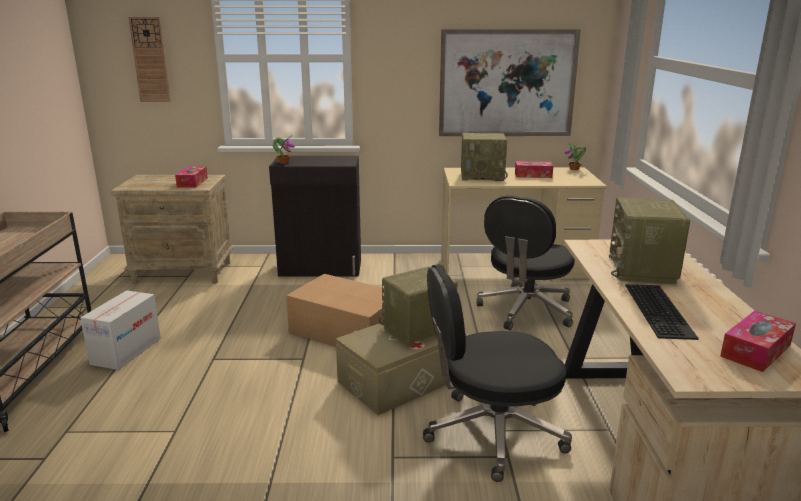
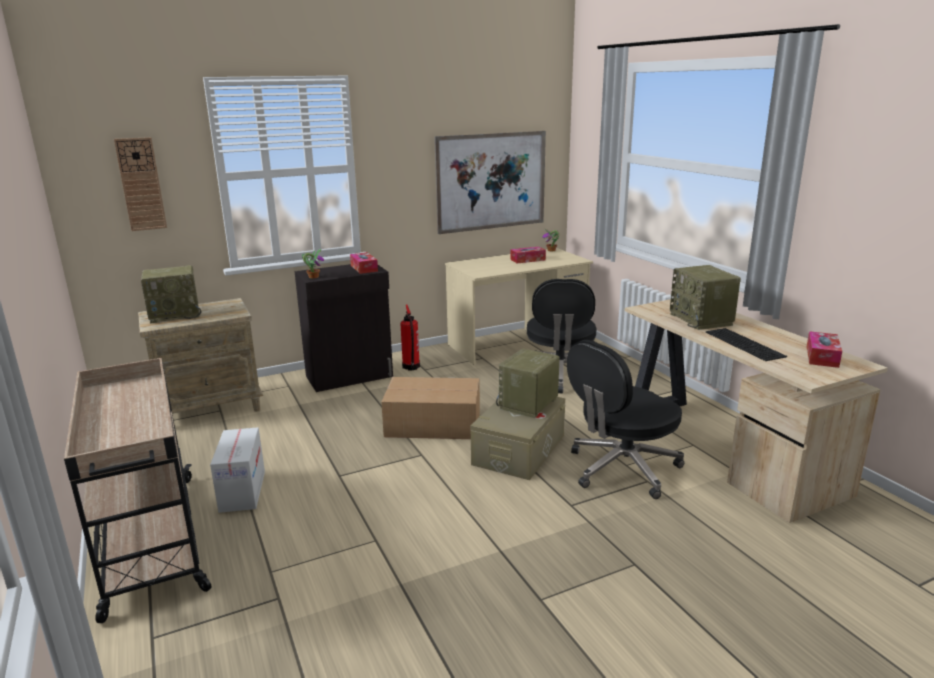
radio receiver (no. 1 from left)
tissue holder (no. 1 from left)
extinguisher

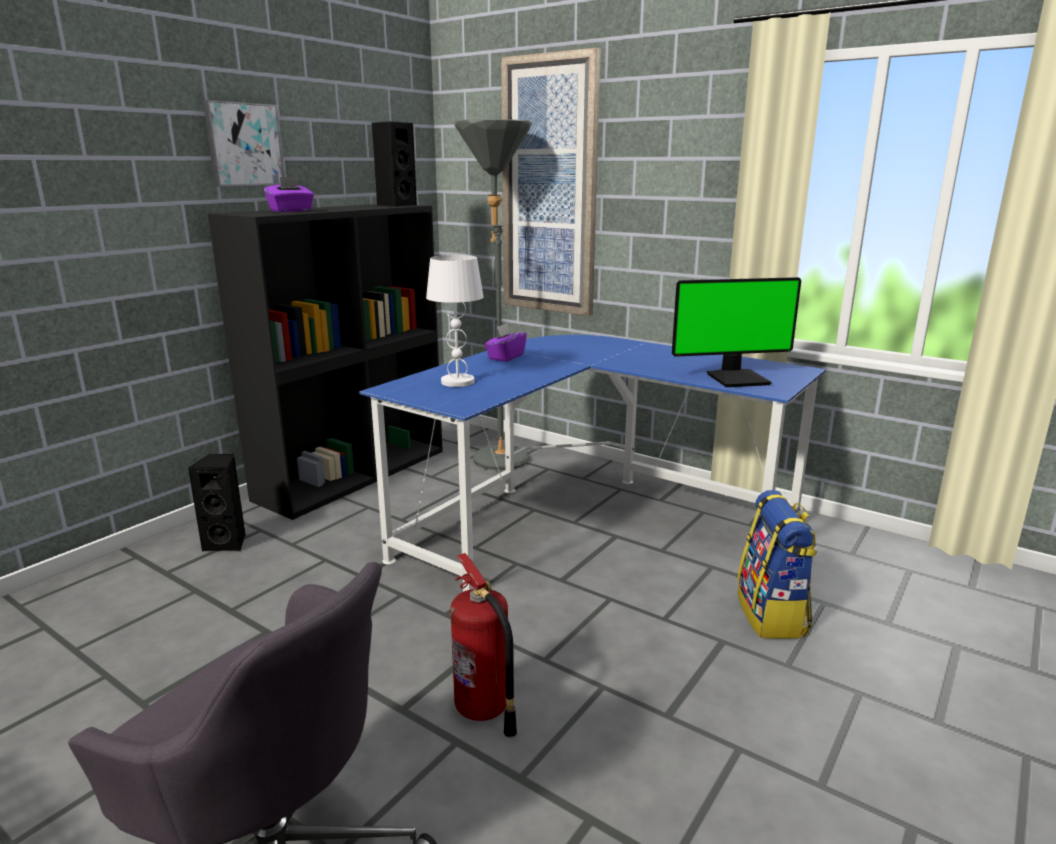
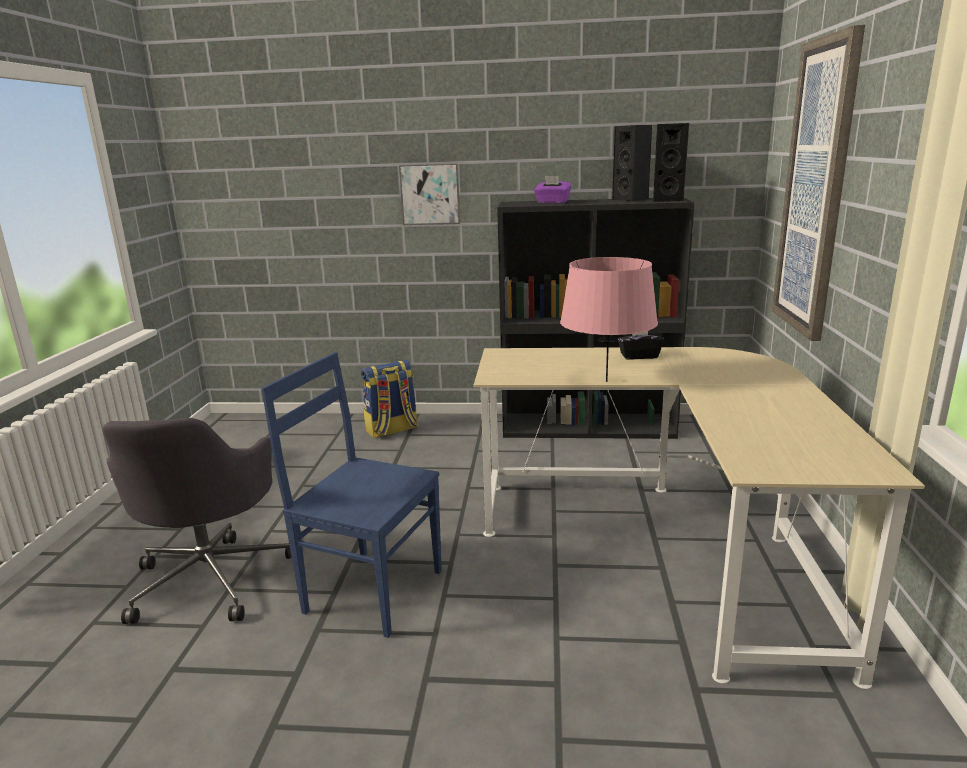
blue-coloured upright chair
rucksack
picture (no. 1 from left)
beige desk table
pinkish lamp for a table
blackish speaker (no. 1 from left)
blackish tissue holder
white lamp for a table
gray standing lamp
monitor

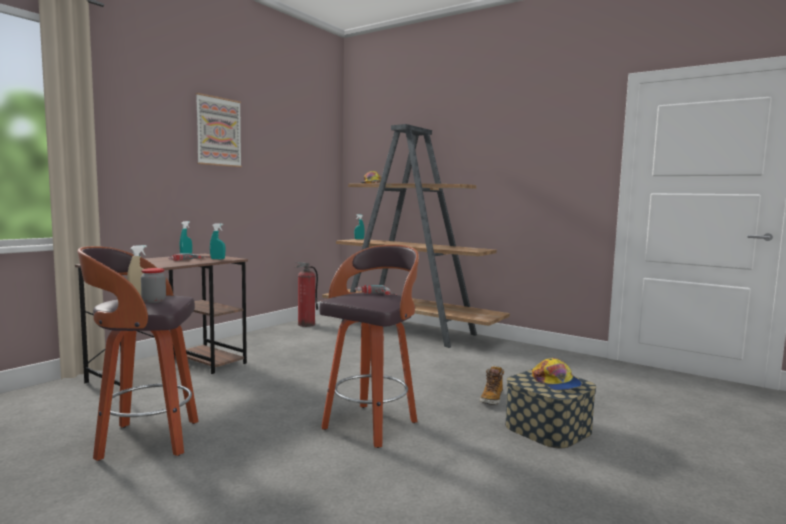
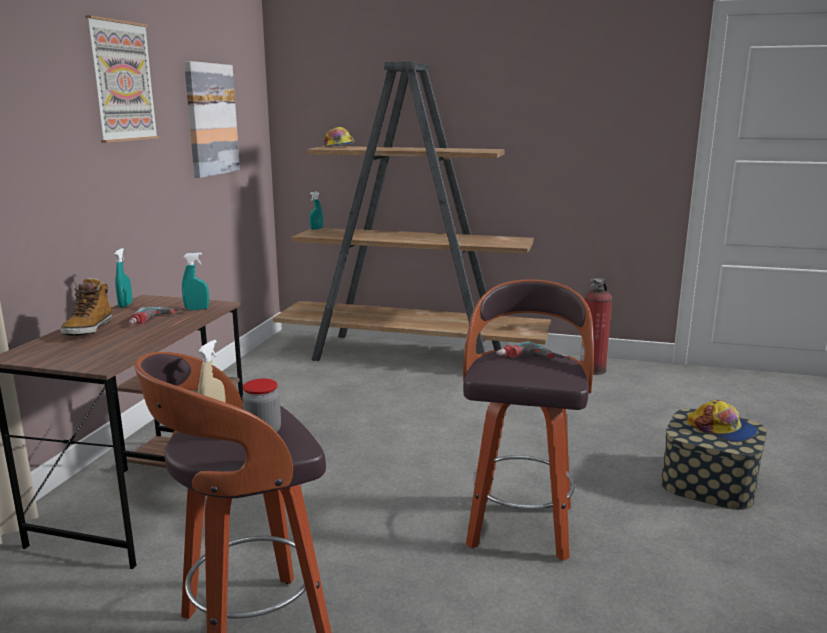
tall boot
picture (no. 2 from left)
extinguisher

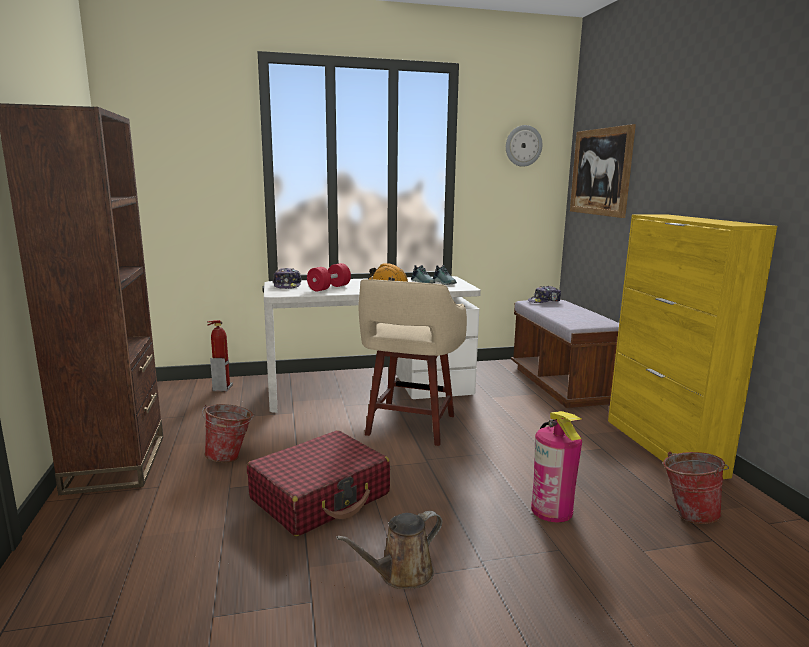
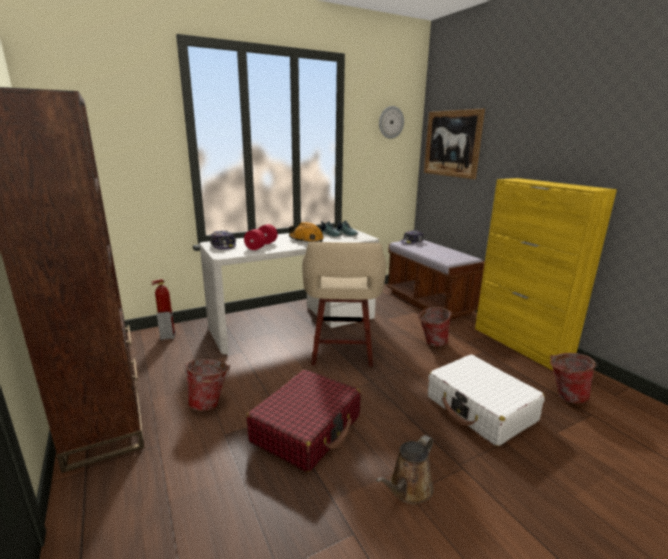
pail (no. 2 from left)
white suitcase

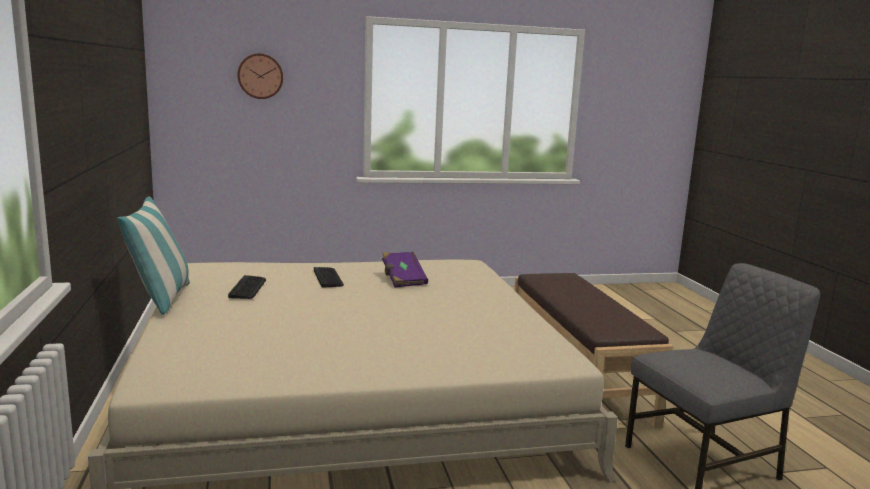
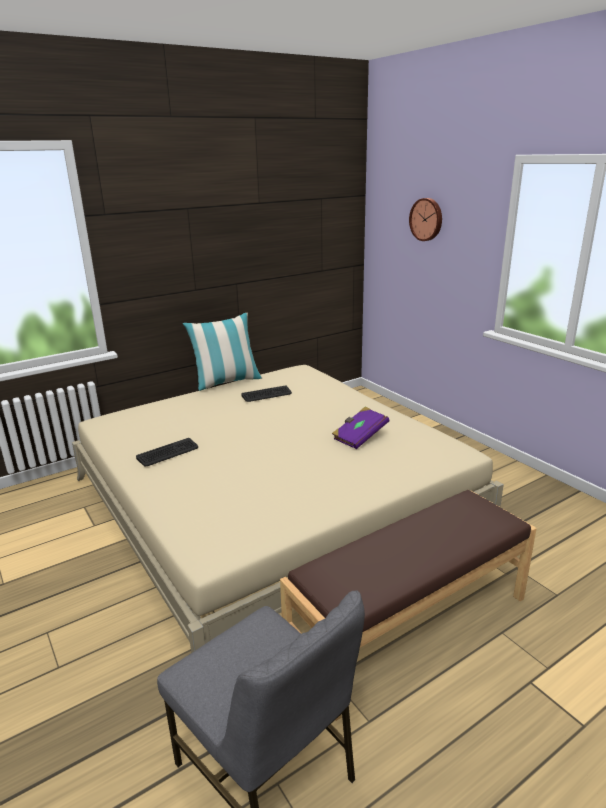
keyboard (no. 1 from left)

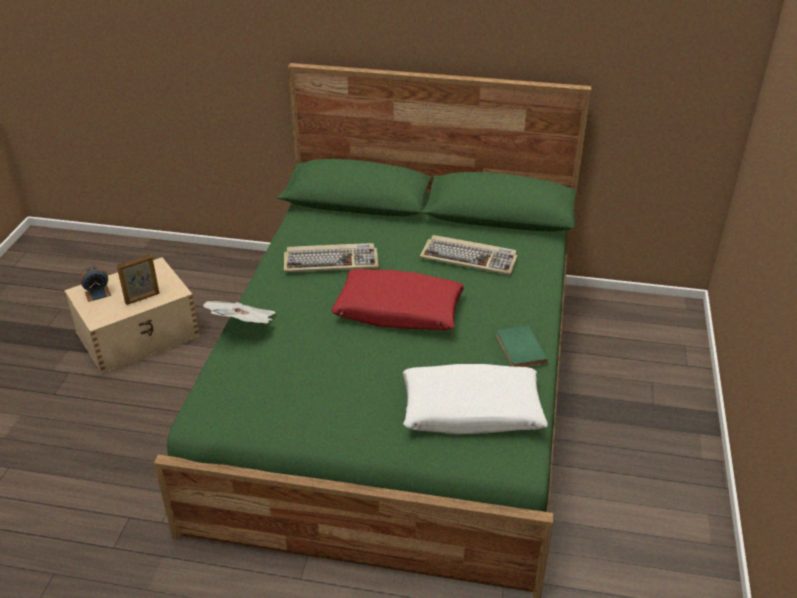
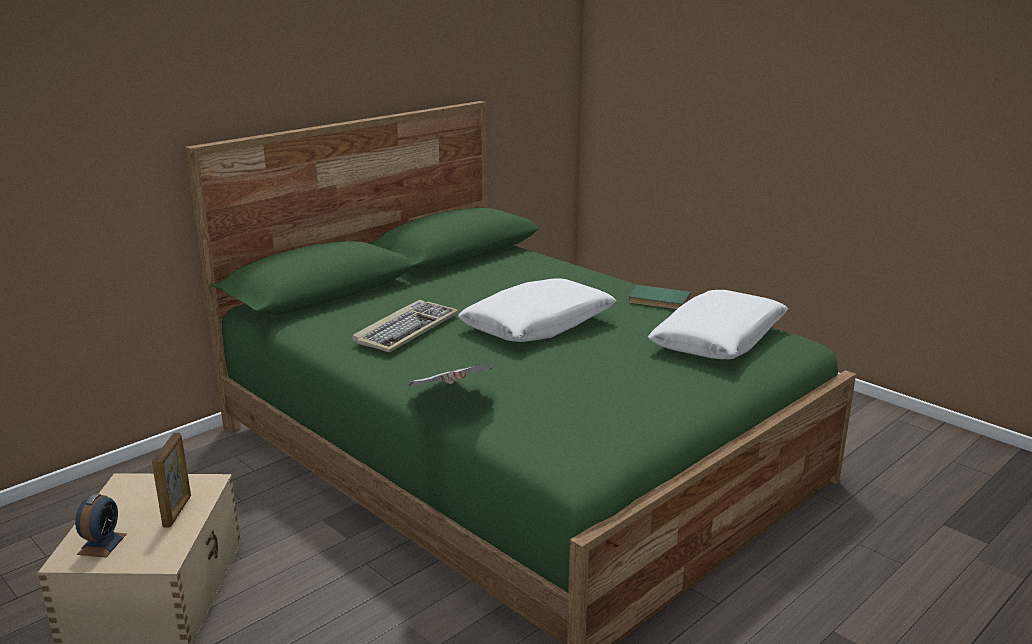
white pillow (no. 1 from left)
keyboard (no. 2 from left in the first image)

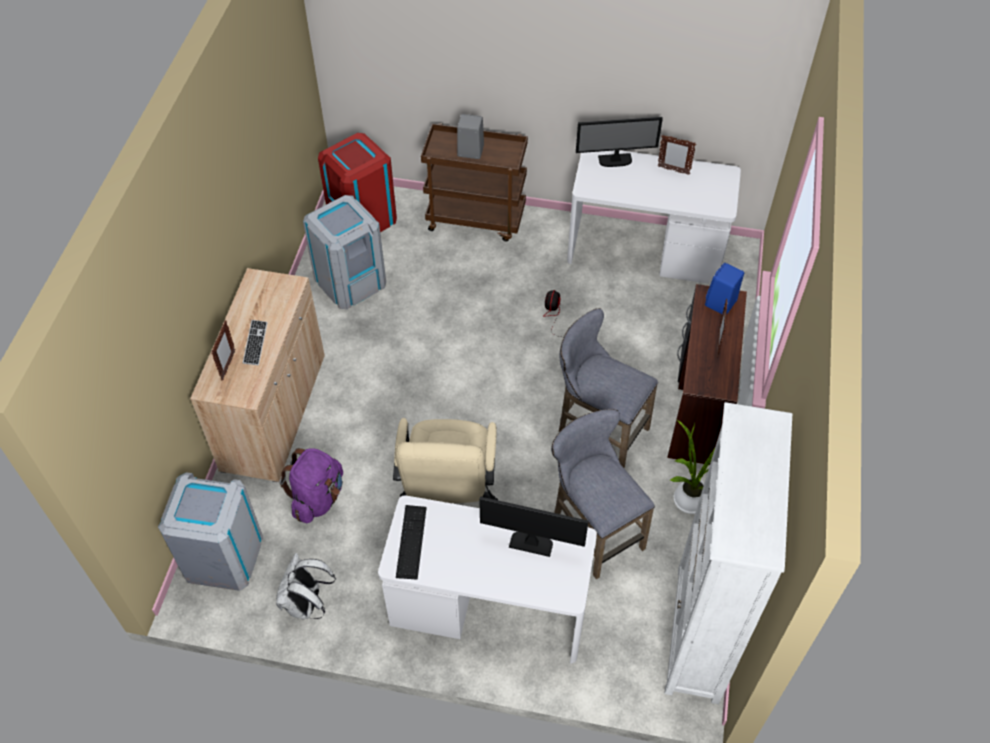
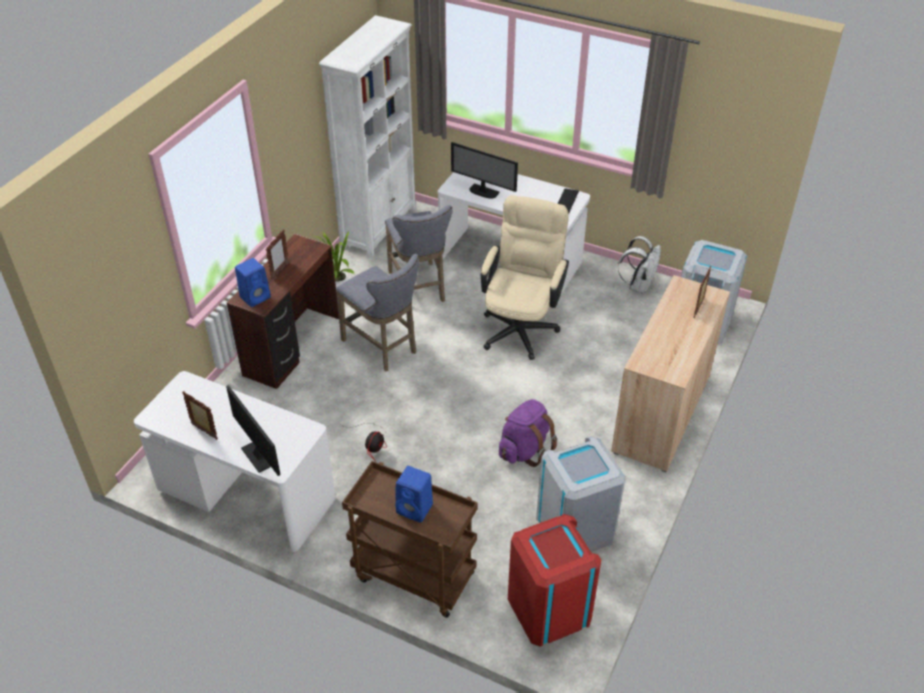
monitor (no. 1 from left)
blue-coloured speaker (no. 2 from left)
purple rucksack
keyboard (no. 1 from left in the first image)

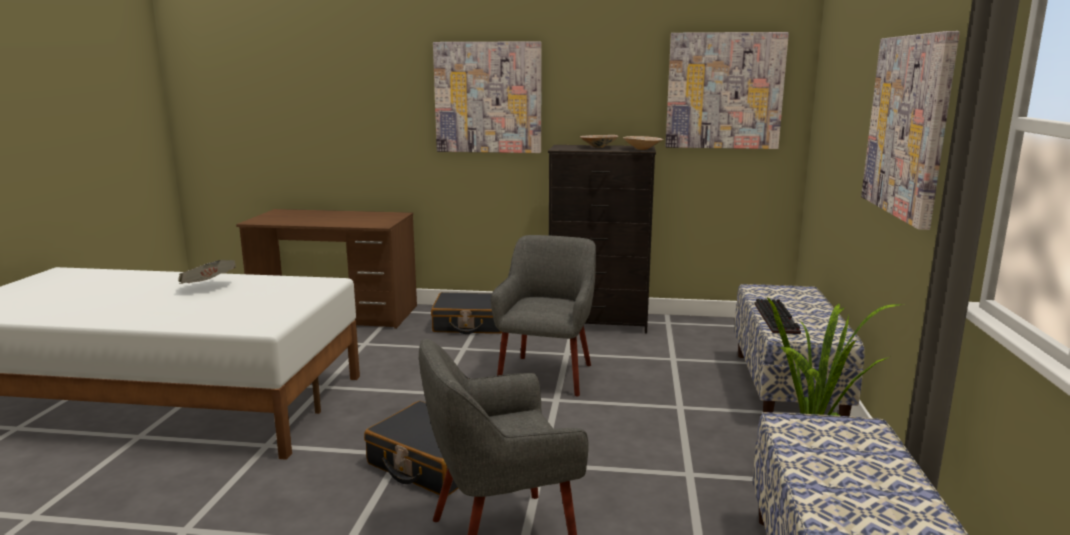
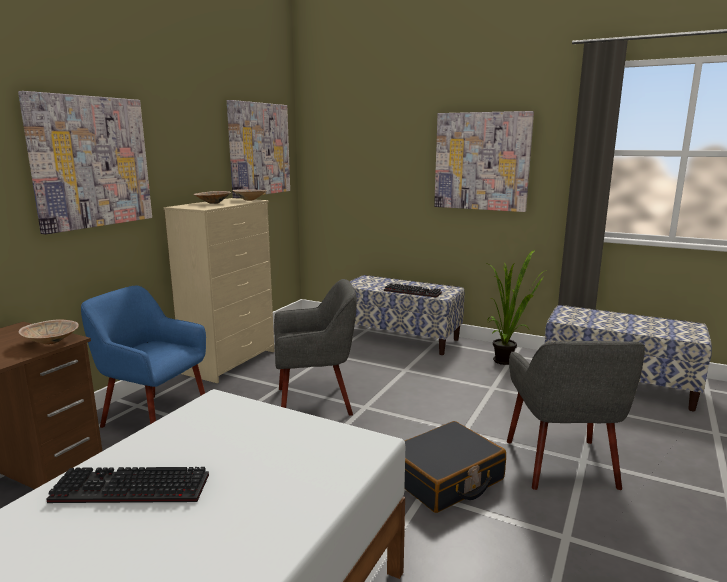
beige deep dish (no. 1 from left)
keyboard (no. 1 from left)
blue-coloured lounge chair
beige dresser
gray lounge chair (no. 1 from left)

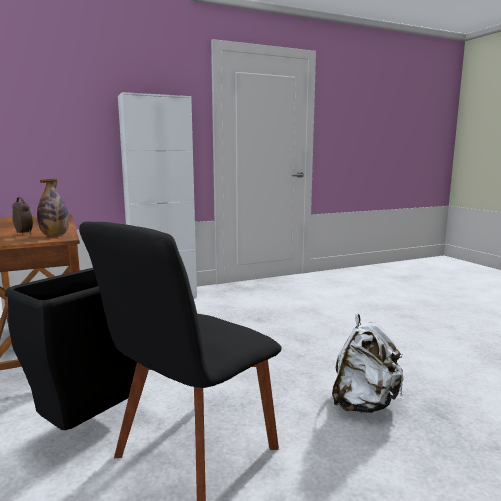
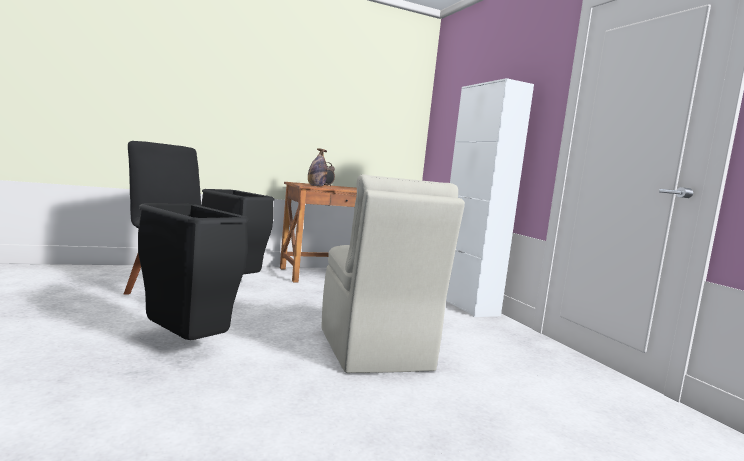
blackish waste bin (no. 1 from left)
beige upright chair

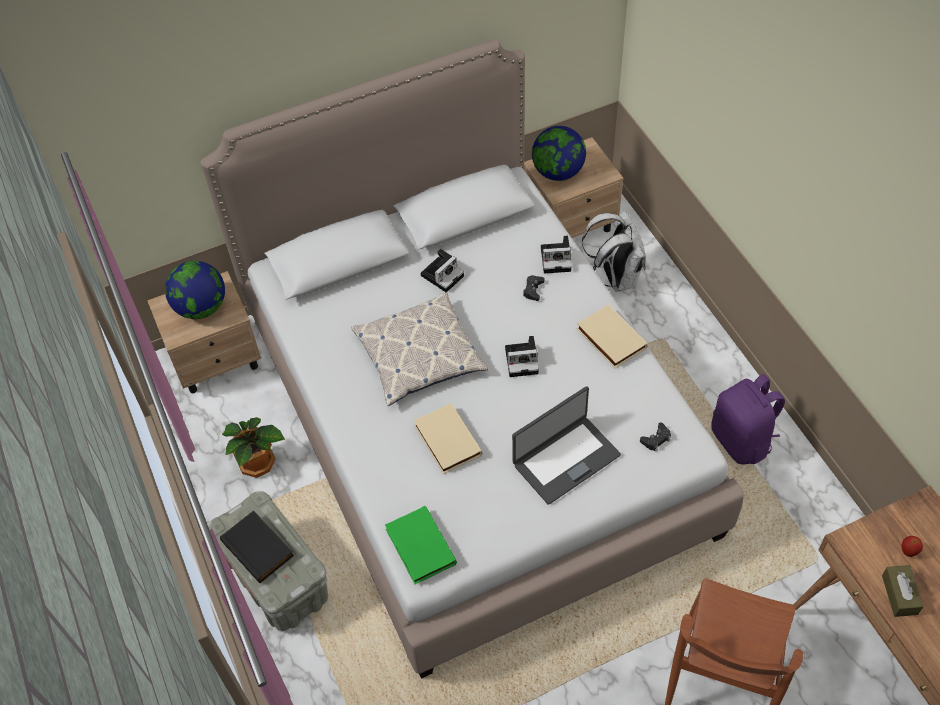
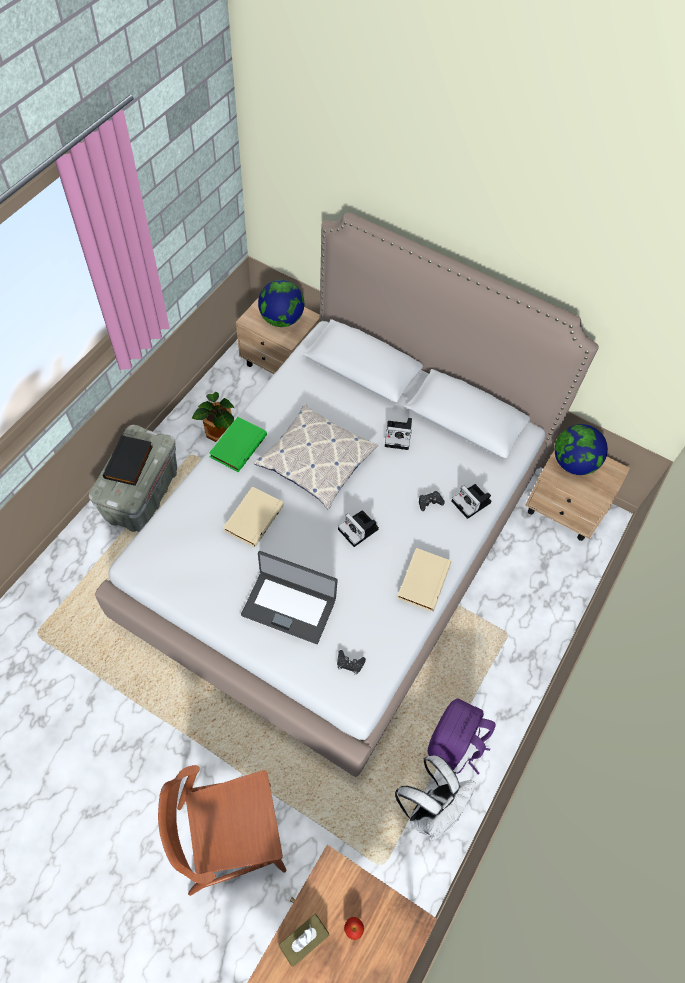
green bound book
white rucksack

